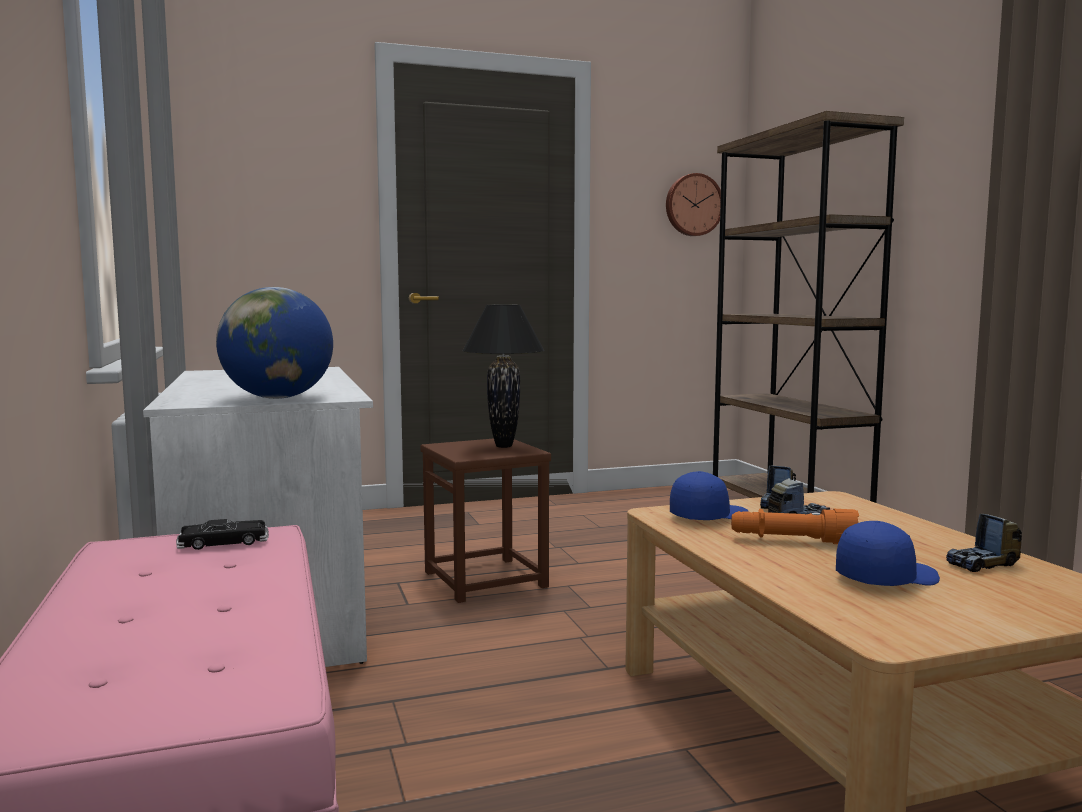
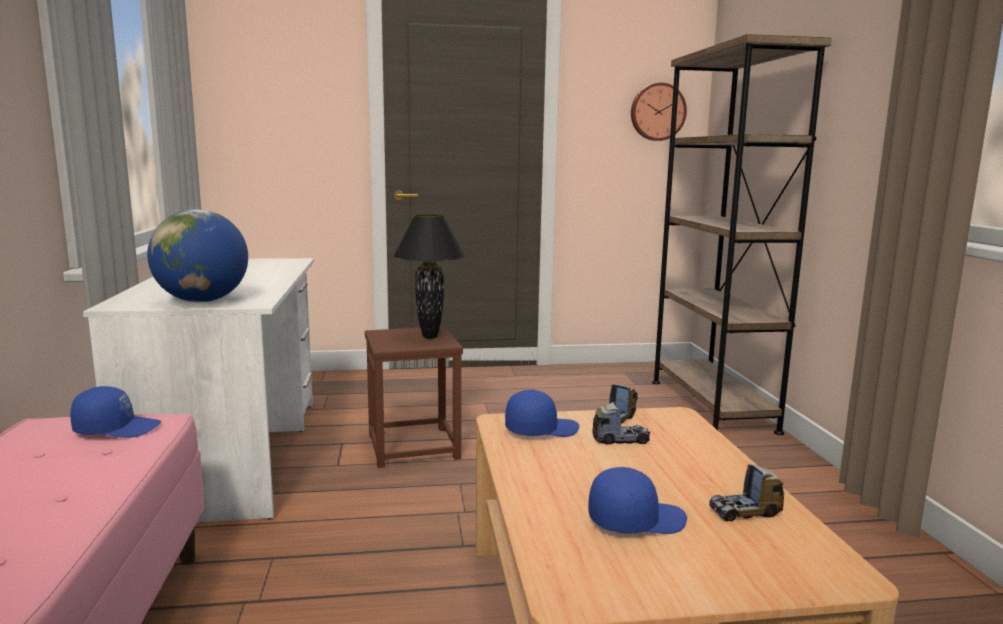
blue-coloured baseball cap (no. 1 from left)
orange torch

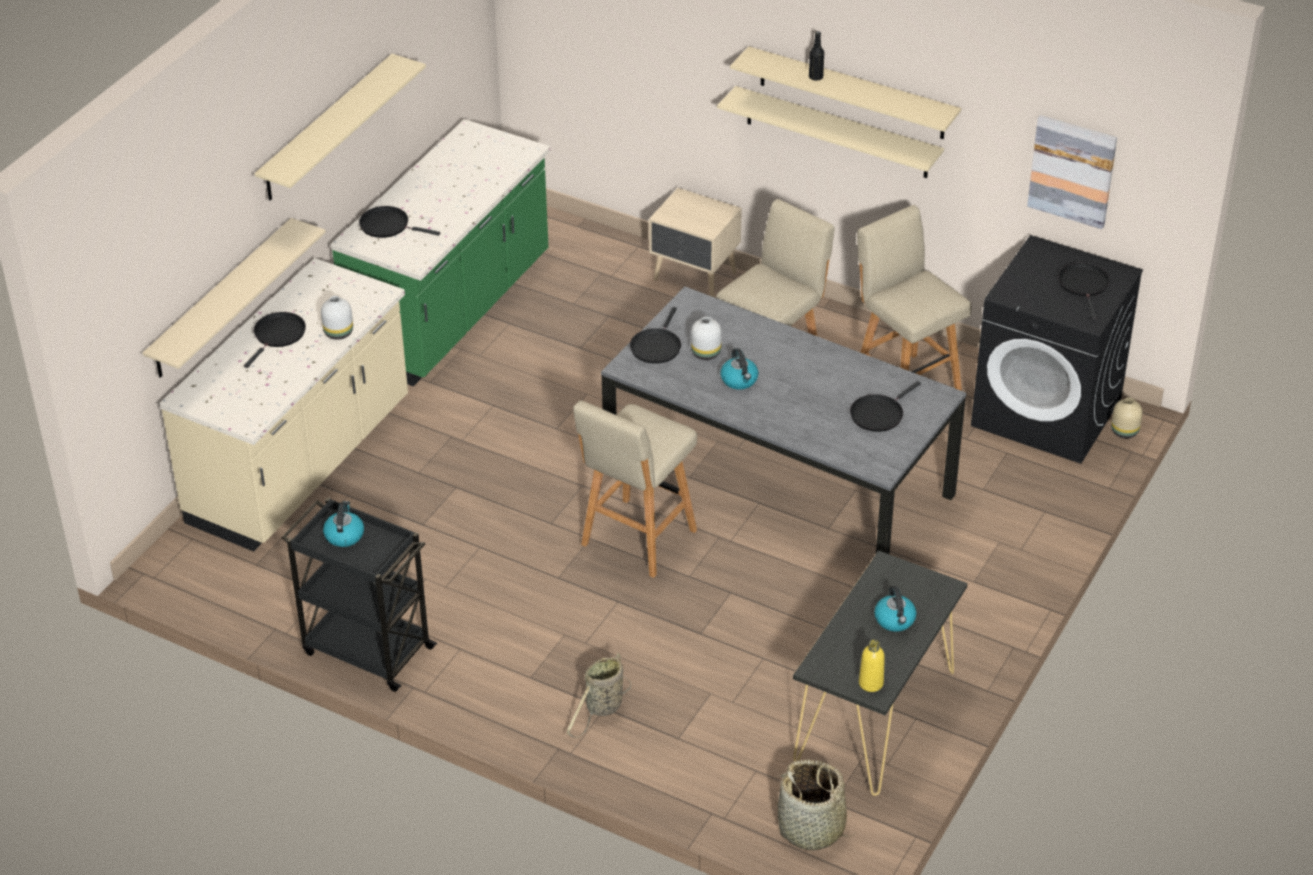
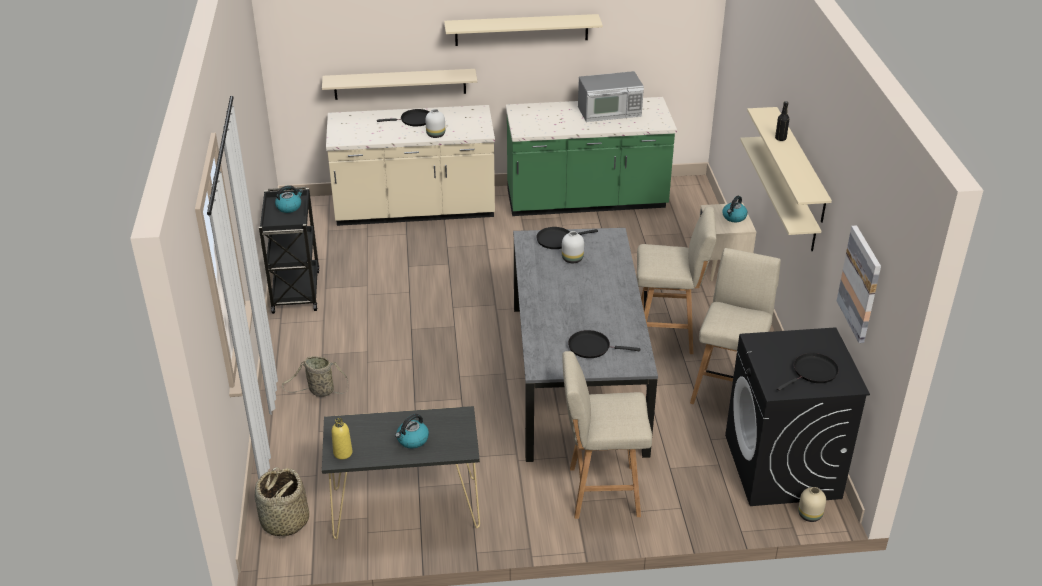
beige sitting stool (no. 1 from left)
kitchen microwave
tea kettle (no. 3 from left)
blackish pan (no. 2 from left in the first image)

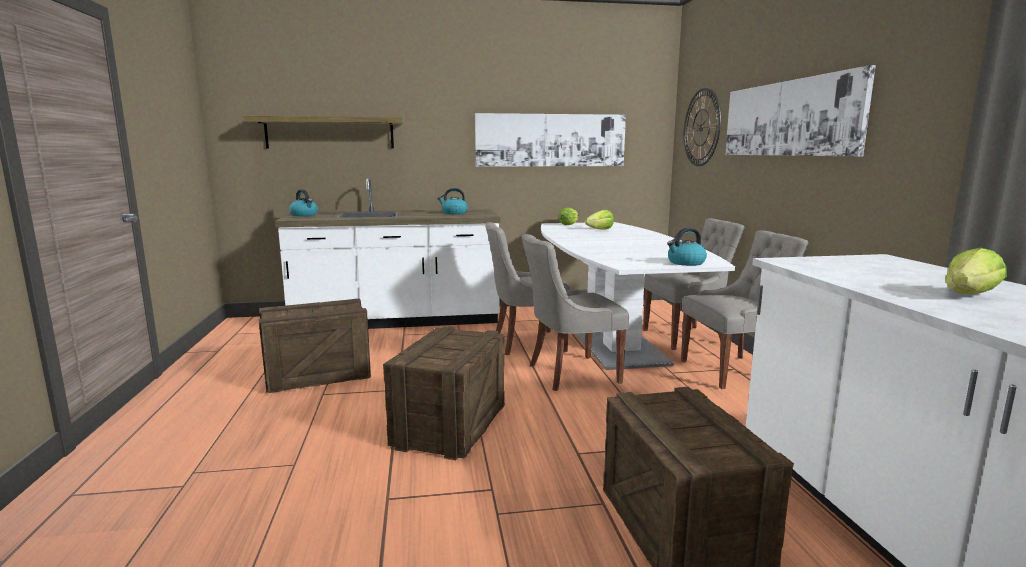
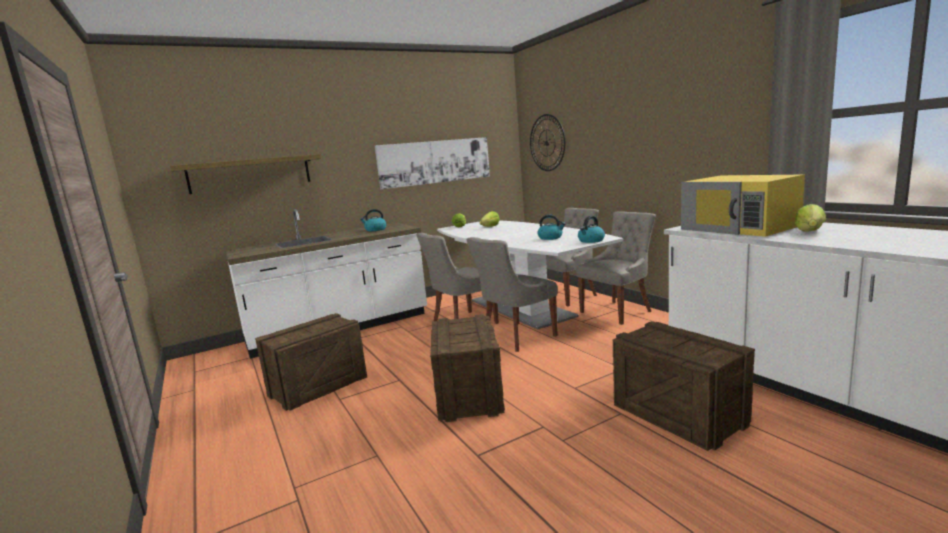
tea kettle (no. 2 from left)
yellow-coloured kitchen microwave
picture (no. 2 from left in the first image)

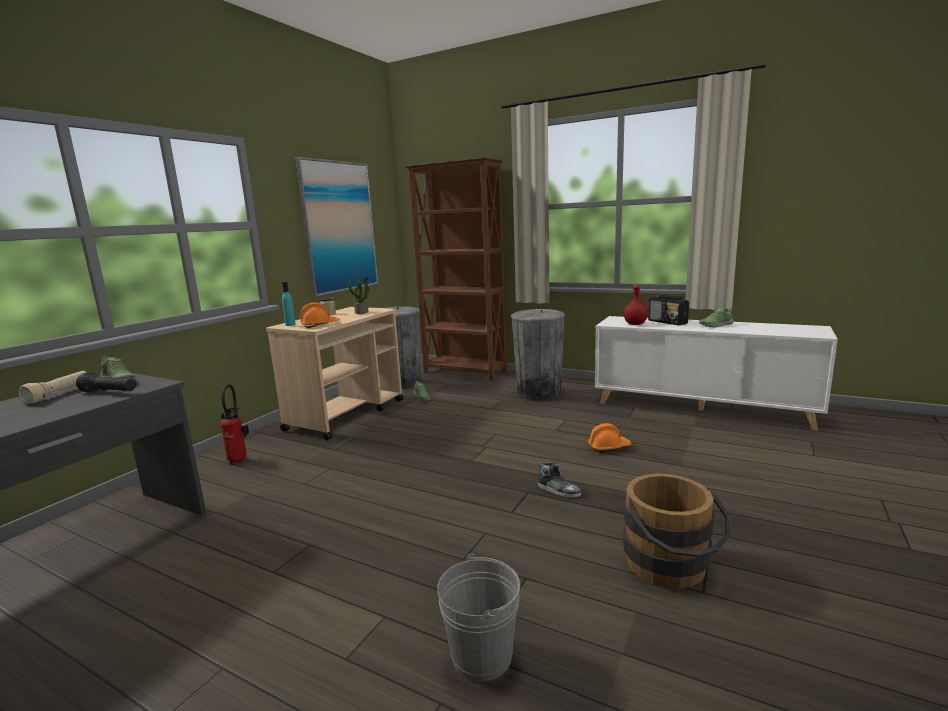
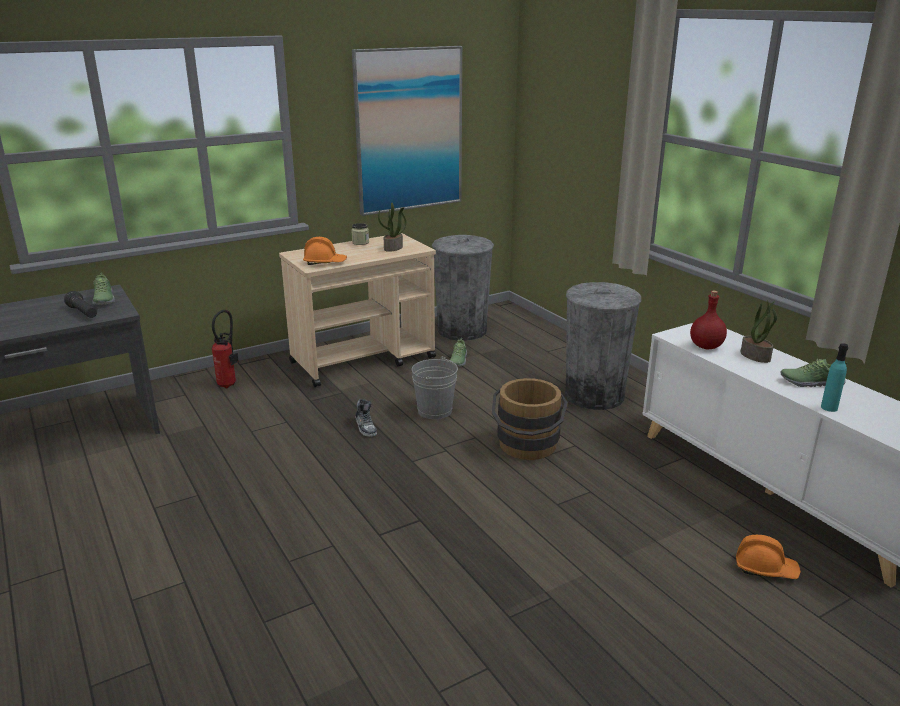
item of footwear (no. 2 from left)
gray pail
brown-coloured pail
orange safety helmet (no. 2 from left)
houseplant (no. 2 from left)
turquoise-coloured beverage bottle
beige torch
brown-coloured bookshelf

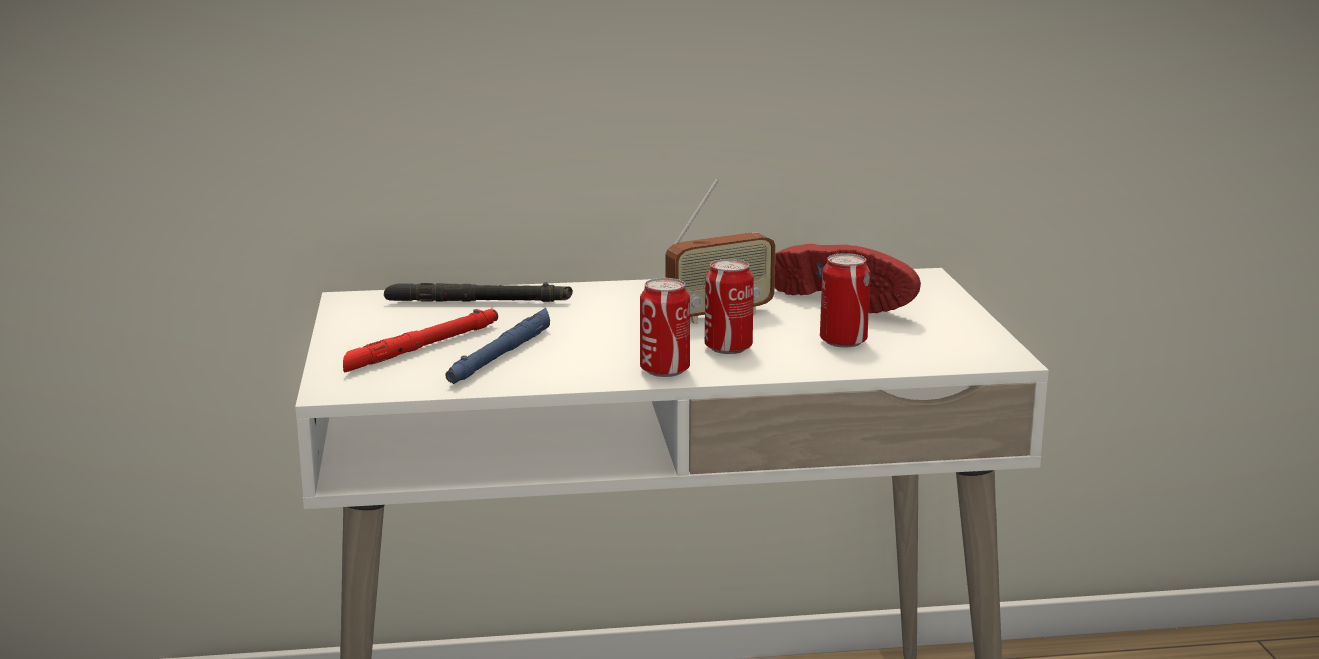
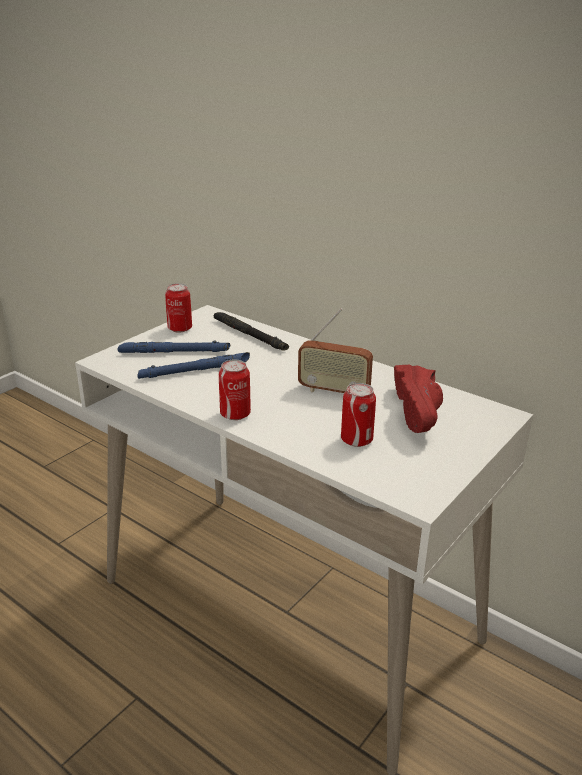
blue-coloured torch (no. 1 from left)
sealed can (no. 1 from left)

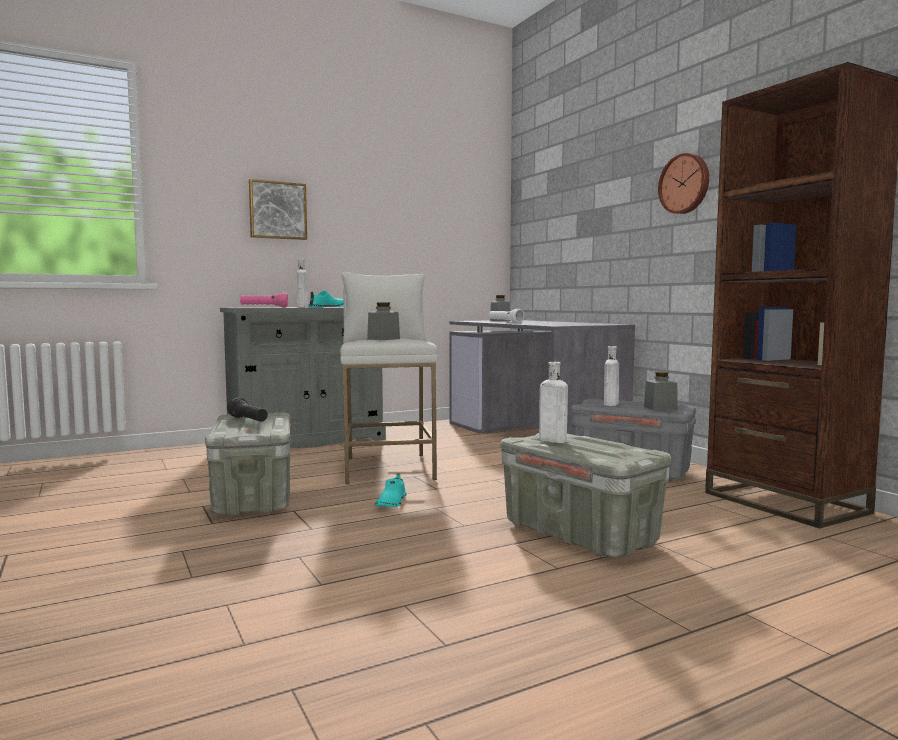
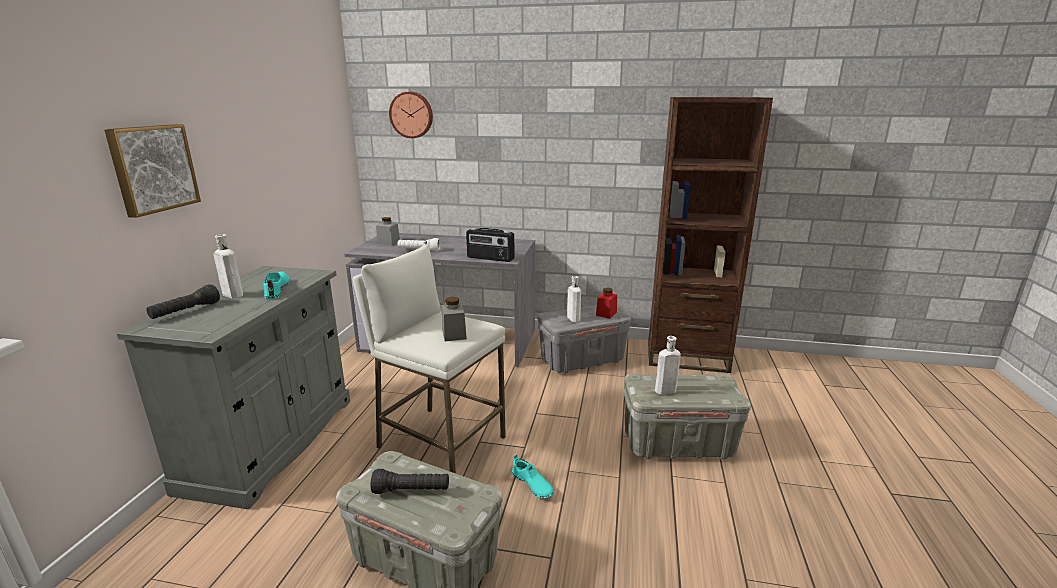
blackish torch (no. 1 from left)
clock on the wall
radio receiver
red jar

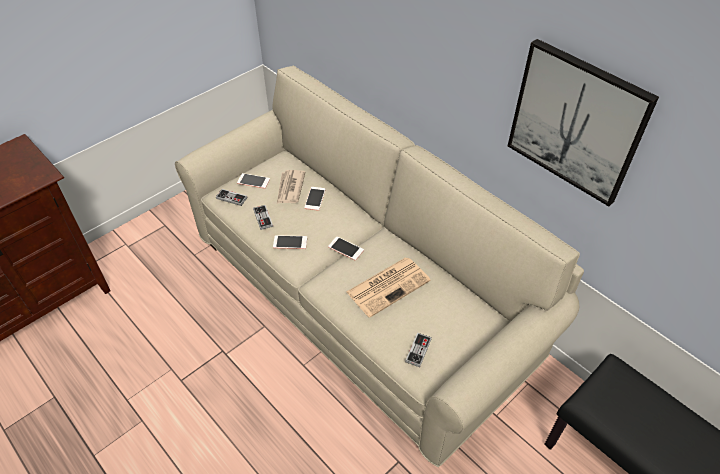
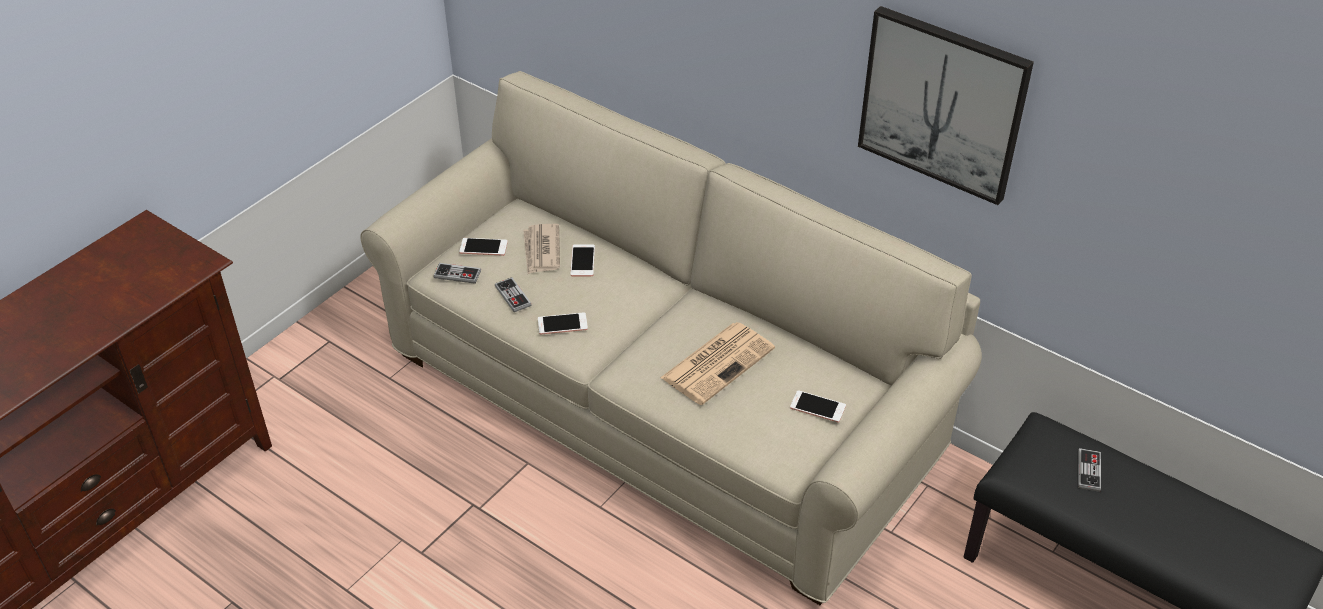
telephone (no. 4 from left)
joypad (no. 3 from left)

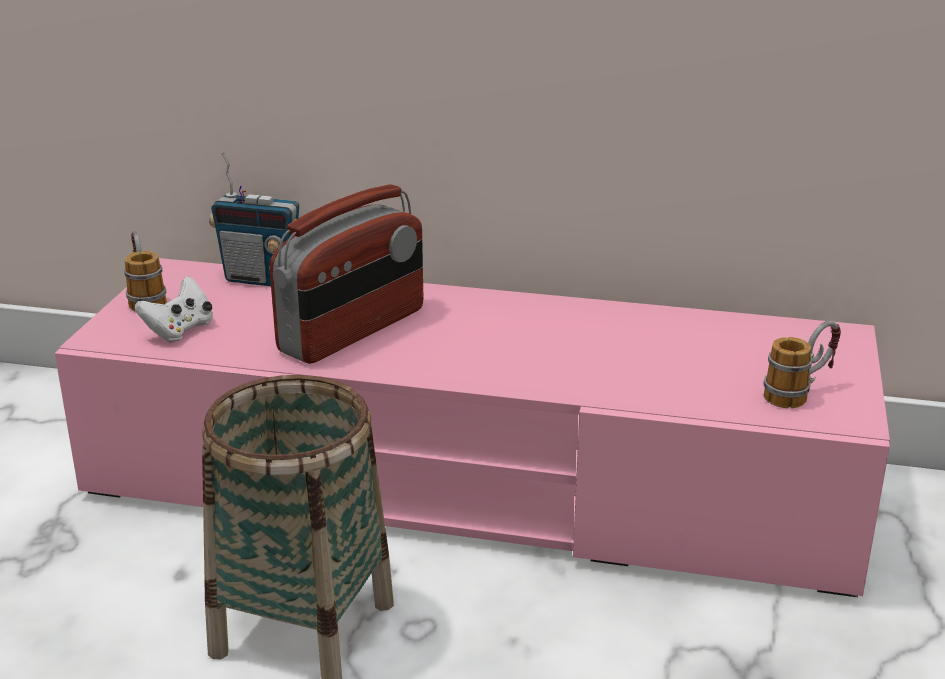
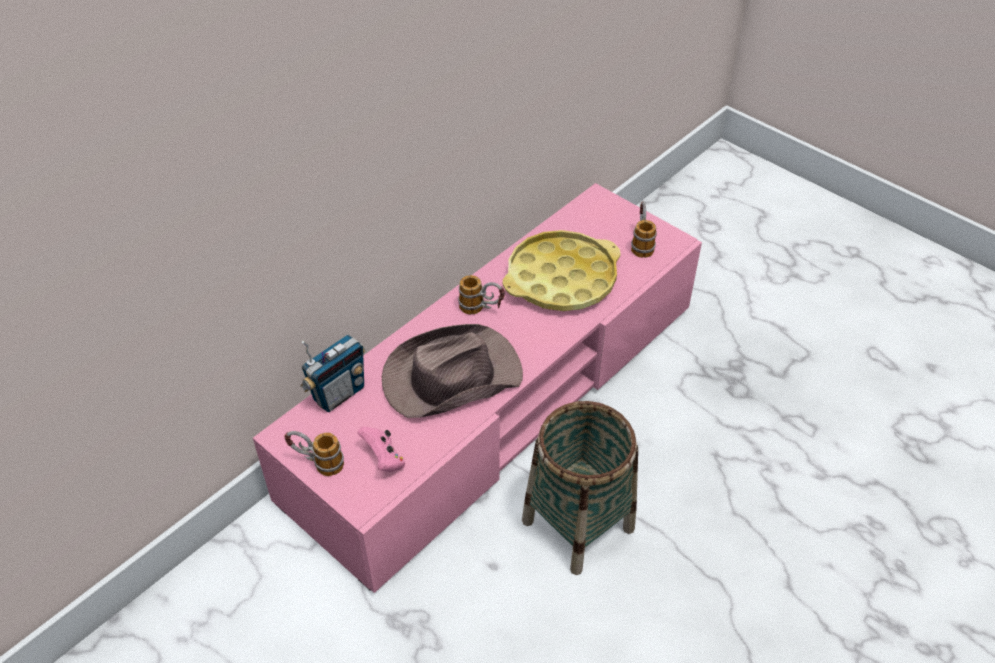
pinkish joypad
brown-coloured clothing hat
coffee mug (no. 2 from left)
yellow-coloured carrying tray

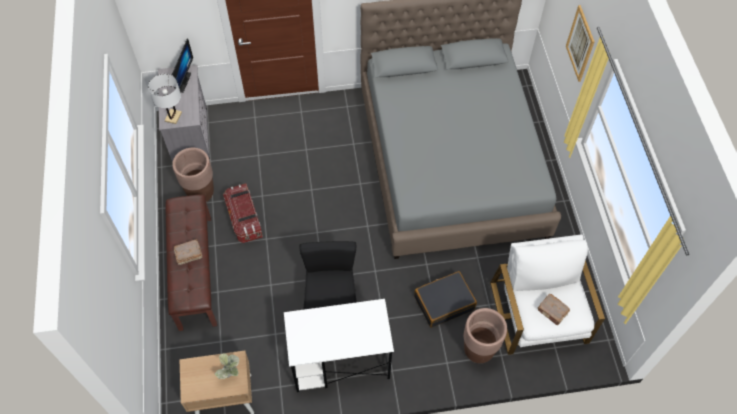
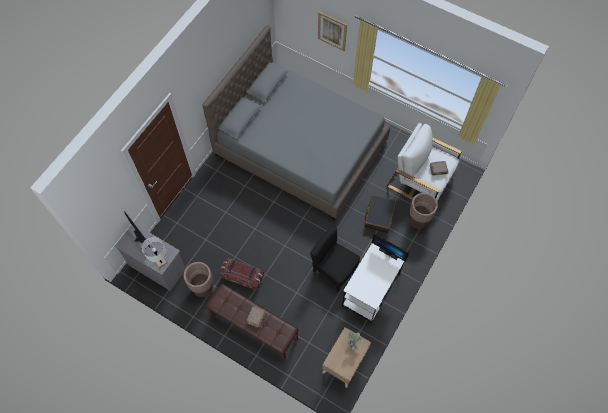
monitor (no. 2 from left)

